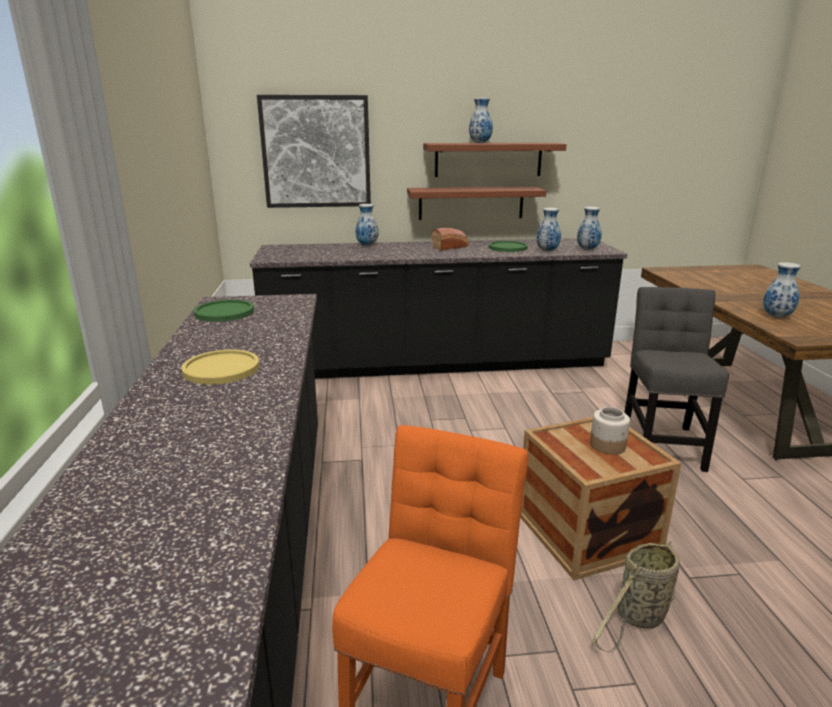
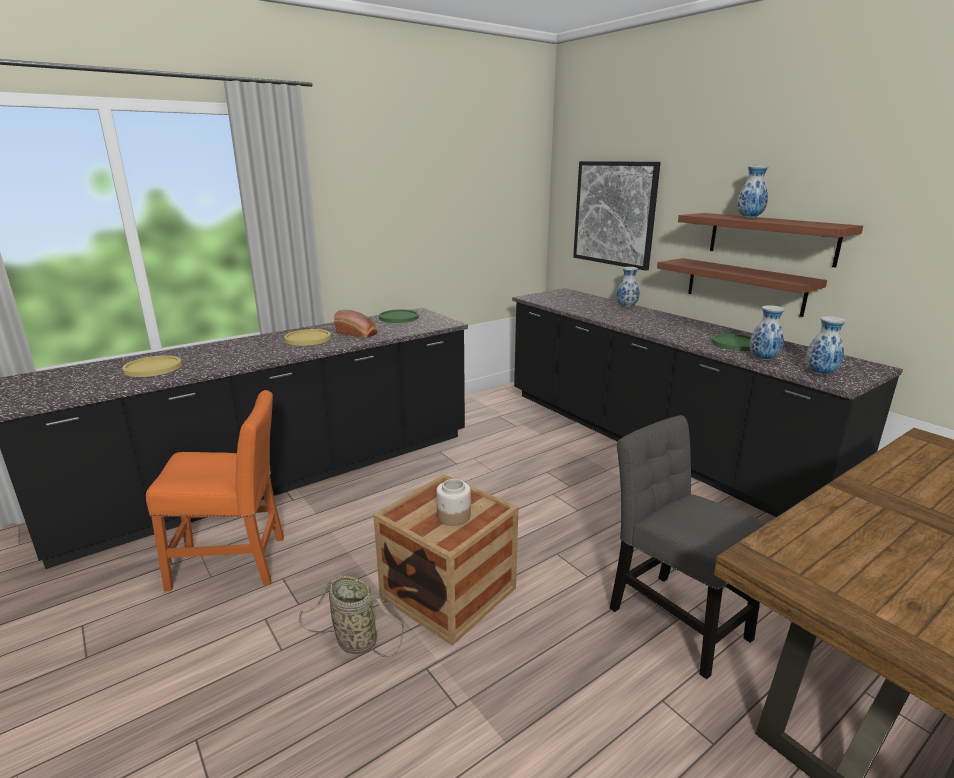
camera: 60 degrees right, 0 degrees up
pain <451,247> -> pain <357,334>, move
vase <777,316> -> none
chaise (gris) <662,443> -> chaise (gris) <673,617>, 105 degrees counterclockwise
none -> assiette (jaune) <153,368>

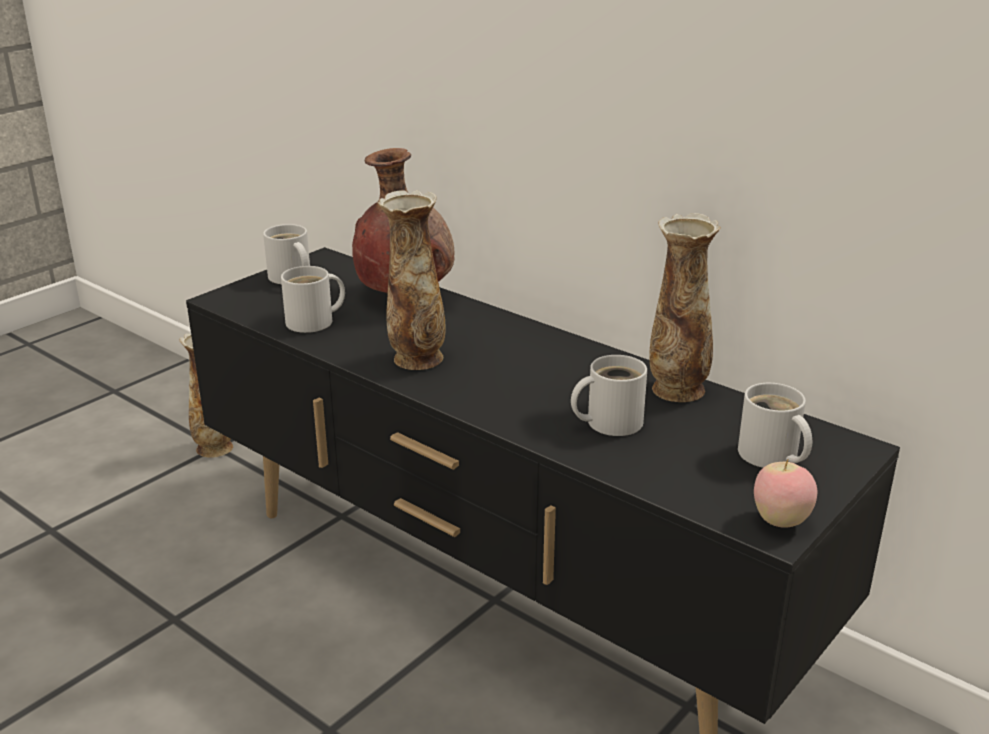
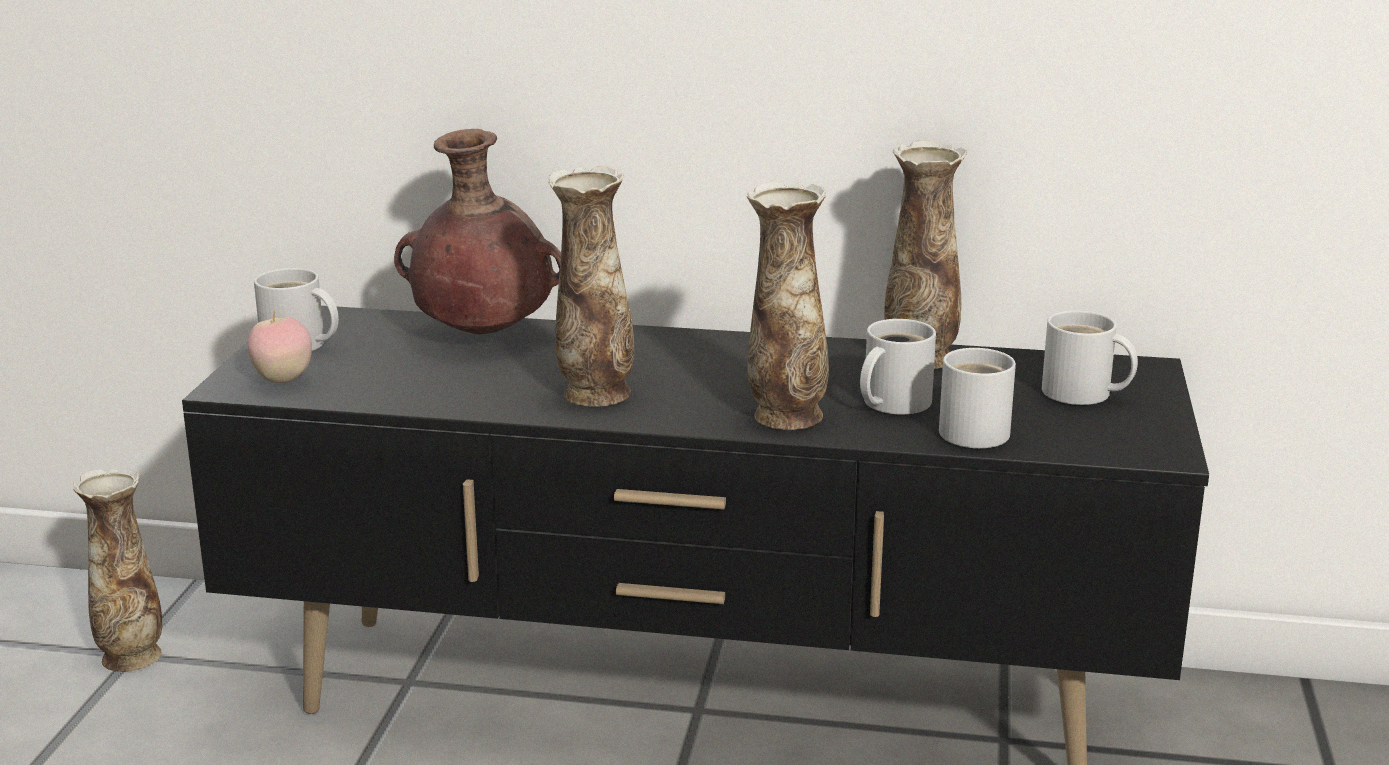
camera: 30 degrees left, 5 degrees down
mug (blanc) <314,322> -> mug (blanc) <979,431>, move
pomme <780,521> -> pomme <283,380>, move
none -> vase <785,416>

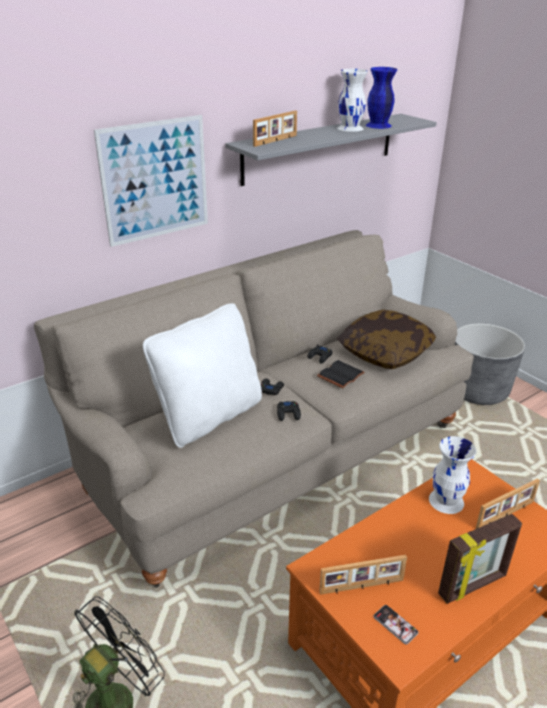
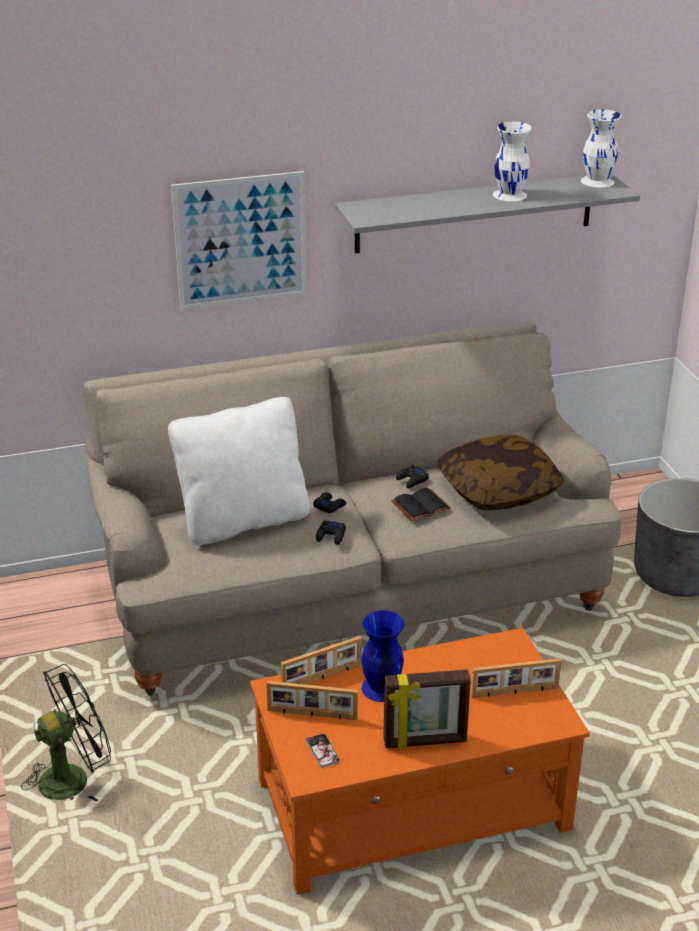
camera: 20 degrees right, 0 degrees up
vase (bleu) <378,125> -> vase (bleu) <381,688>, move
cadre photo <276,141> -> cadre photo <322,678>, move
vase (blanc) <447,501> -> vase (blanc) <597,181>, move

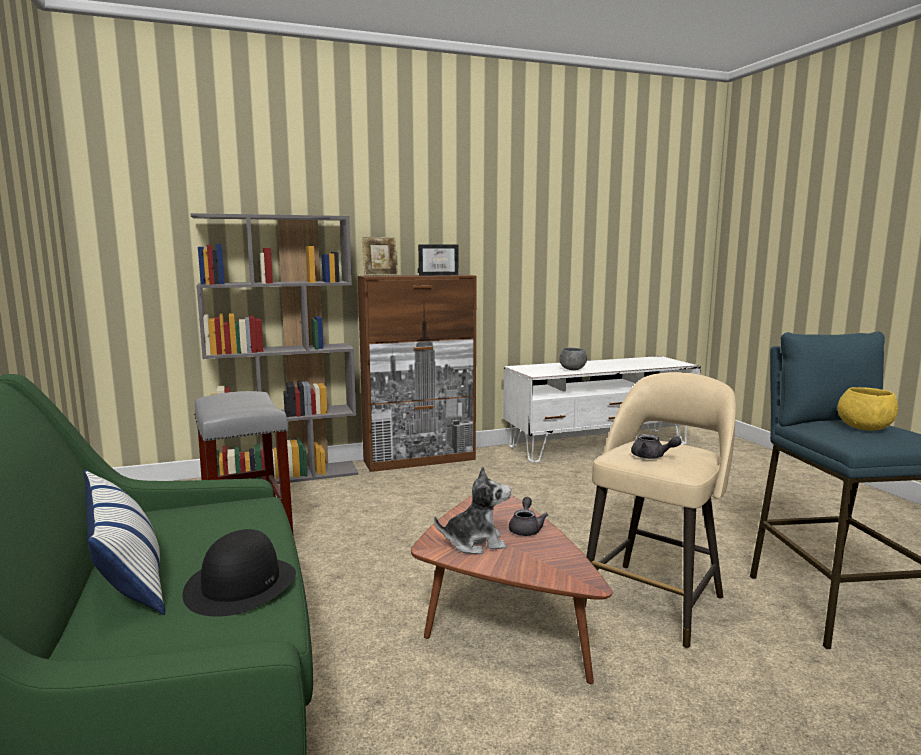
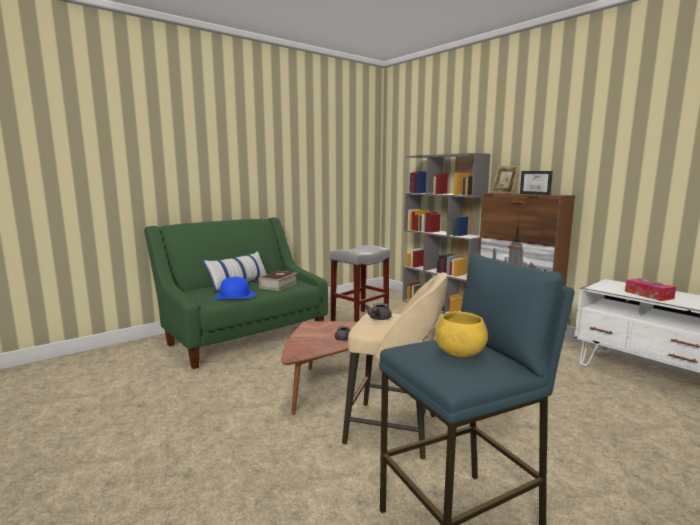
camera: 70 degrees right, 0 degrees up
bol (gris) <572,369> -> boîte à mouchoirs <648,295>
peluche <475,543> -> none
chapeau (noir) <241,584> -> chapeau (bleu) <235,295>
none -> livre <278,285>

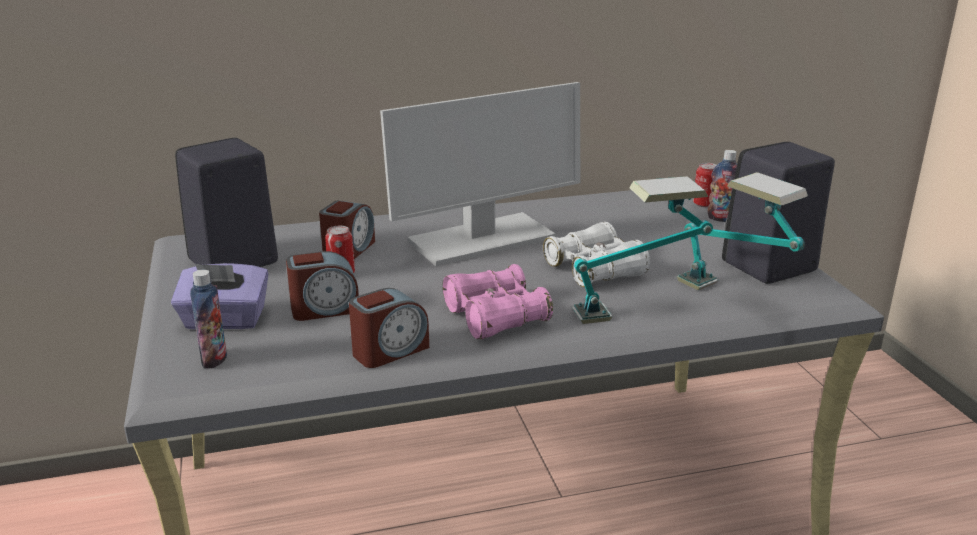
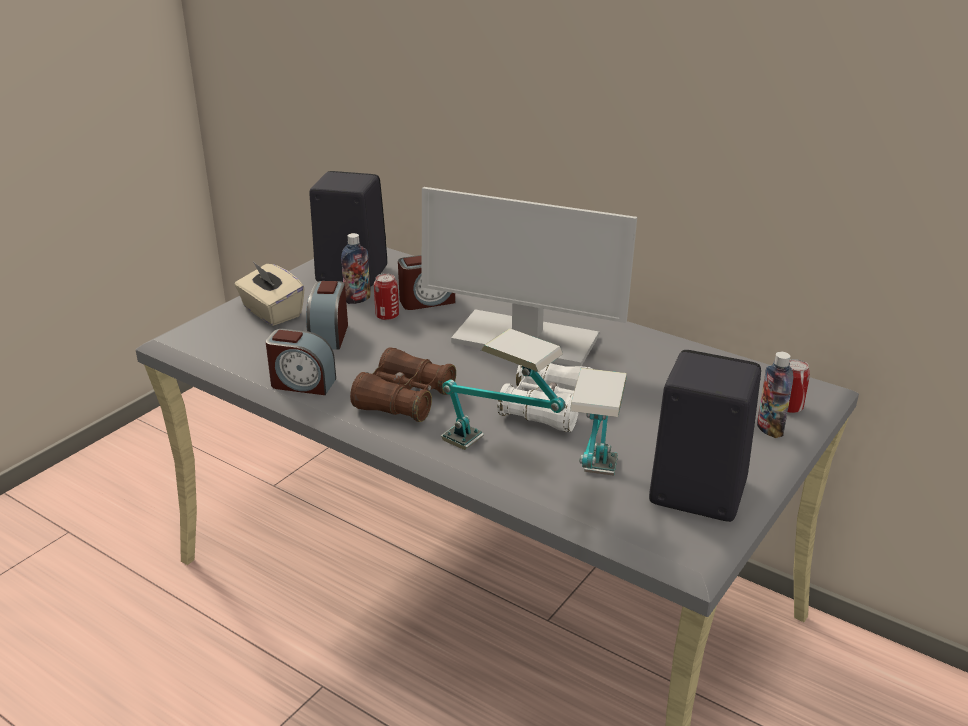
camera: 50 degrees right, 5 degrees up
réveil <325,309> -> réveil <329,335>, 60 degrees clockwise
boîte à mouchoirs (violet) <225,320> -> boîte à mouchoirs (beige) <271,312>
jumelles (rose) <495,316> -> jumelles (marron) <404,400>
bouteille <214,359> -> bouteille <357,299>, move

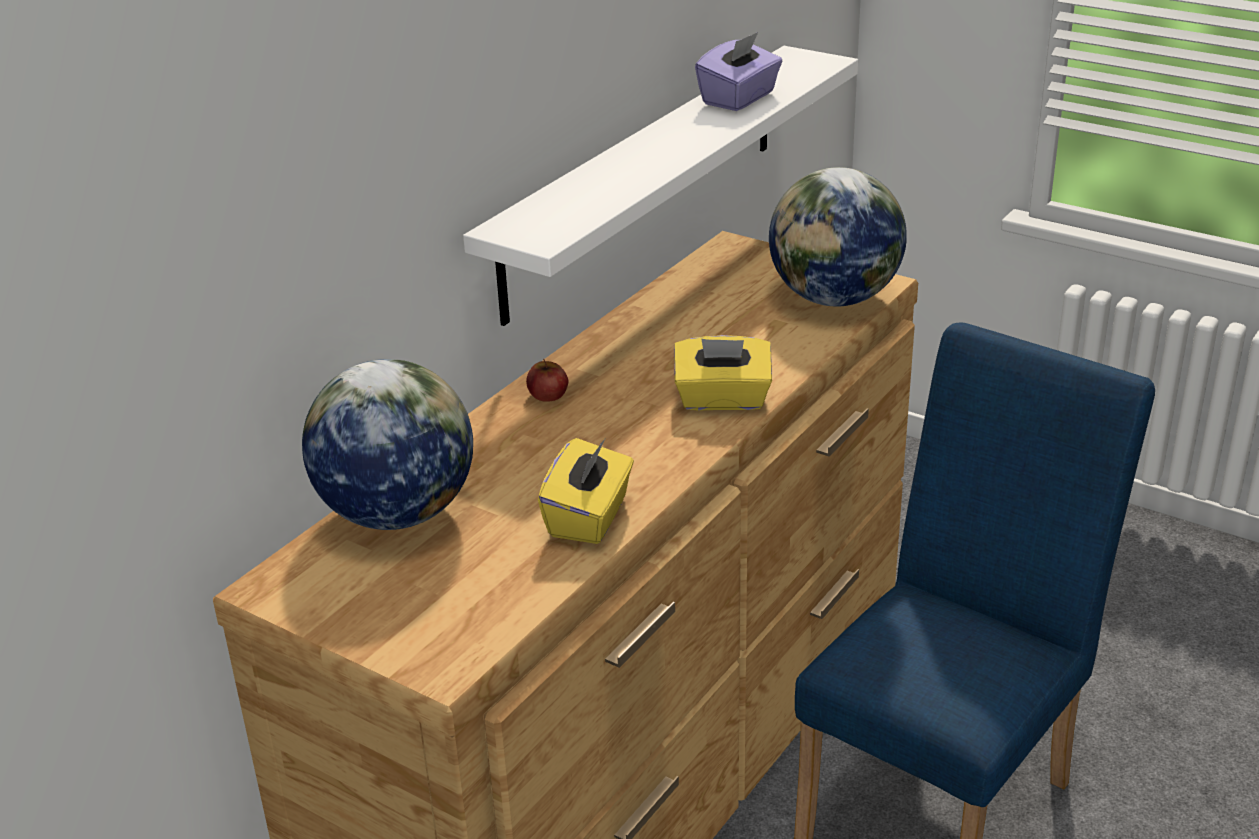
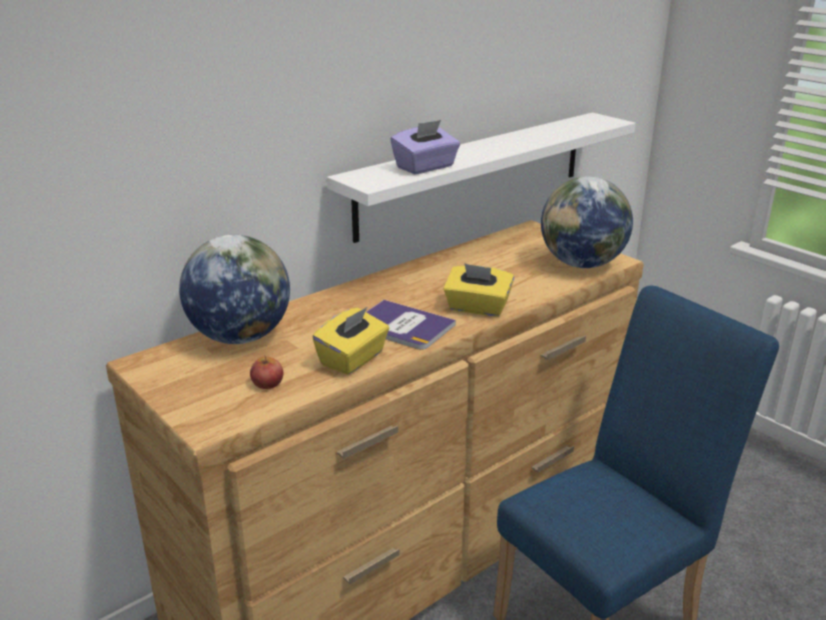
camera: 15 degrees right, 5 degrees down
boîte à mouchoirs (violet) <739,98> -> boîte à mouchoirs (violet) <425,167>, move
pomme <548,394> -> pomme <267,383>, move
none -> livre <402,326>

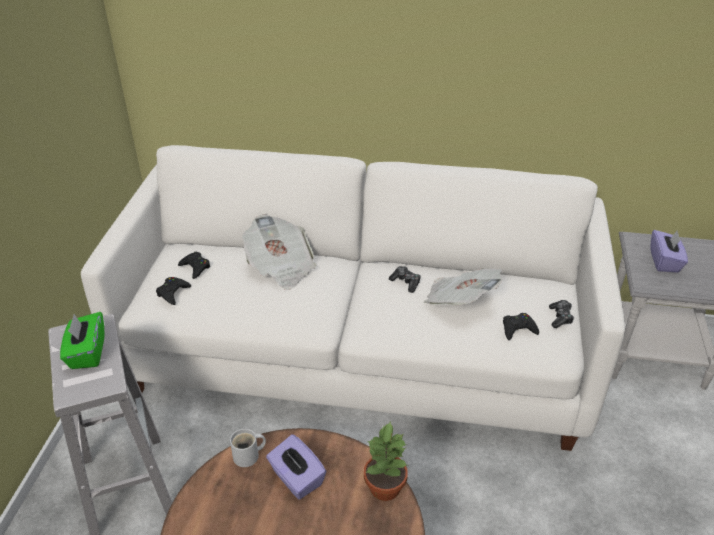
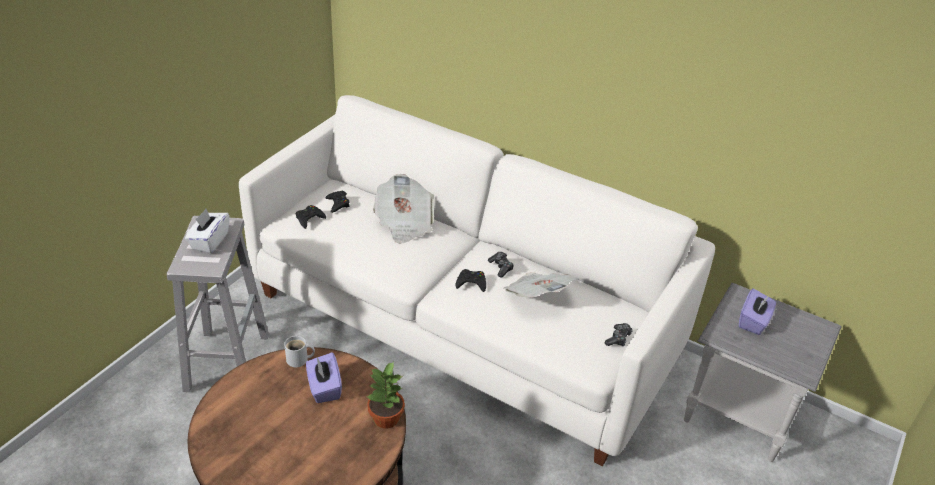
camera: 20 degrees right, 0 degrees up
boîte à mouchoirs (vert) <87,353> -> boîte à mouchoirs (blanc) <209,241>
manette (noir) <518,329> -> manette (noir) <471,283>, move

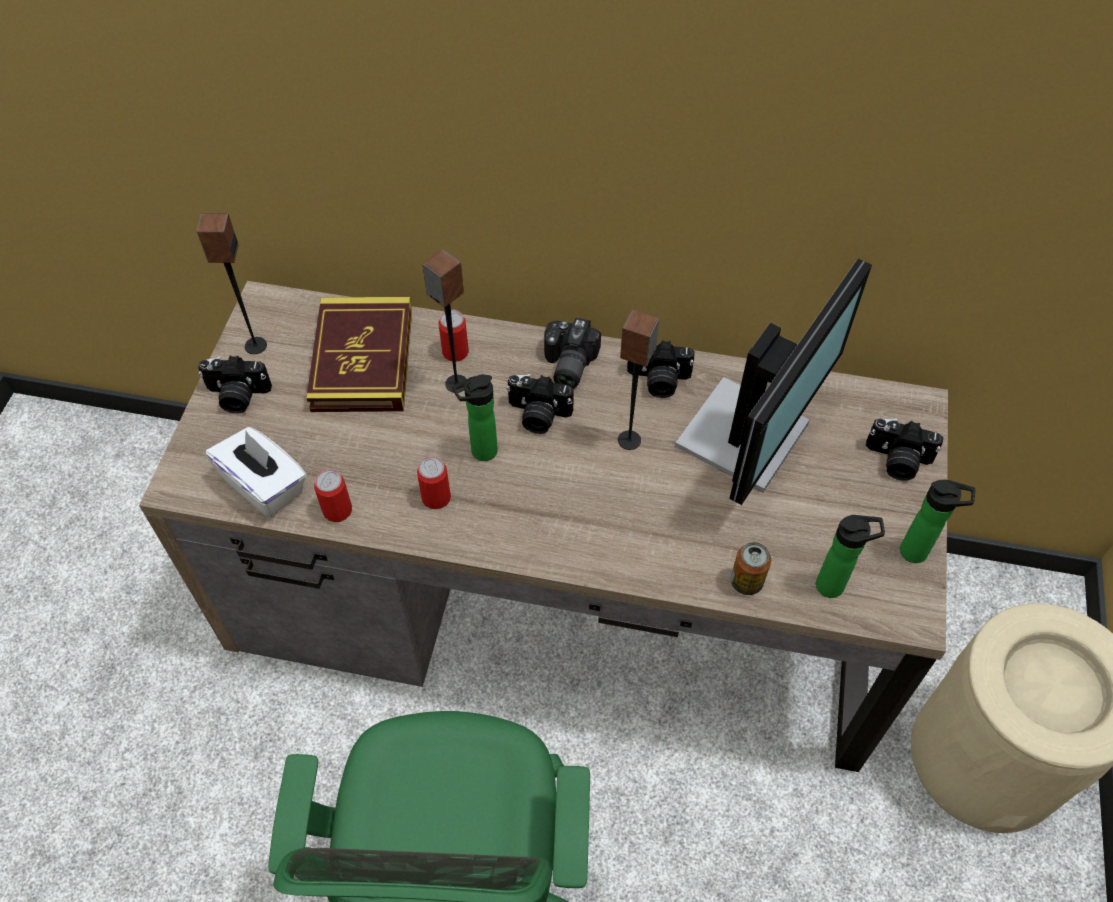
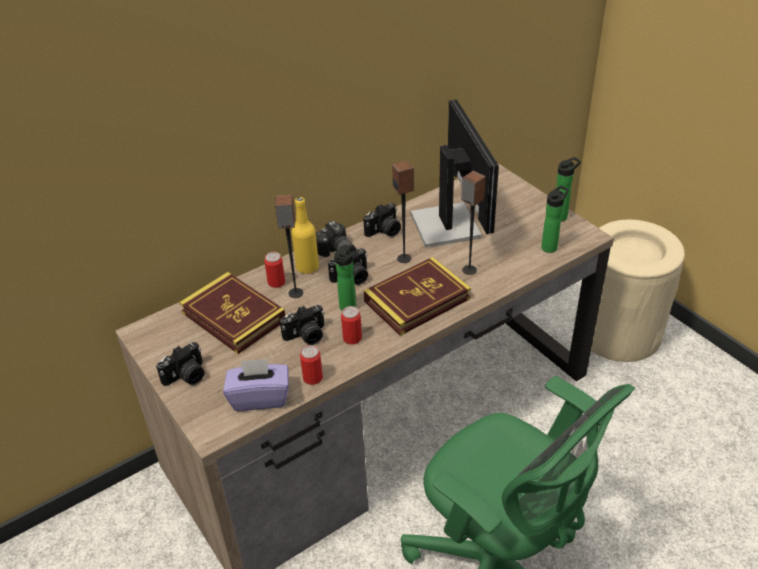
camera: 45 degrees left, 15 degrees down
enceinte <255,345> -> enceinte <469,270>, move
appareil photo <897,461> -> appareil photo <306,336>, move
boîte à mouchoirs (blanc) <265,485> -> boîte à mouchoirs (violet) <260,397>
boîte métallique <746,582> -> none
none -> bouteille (jaune) <307,267>
none -> livre <417,300>

